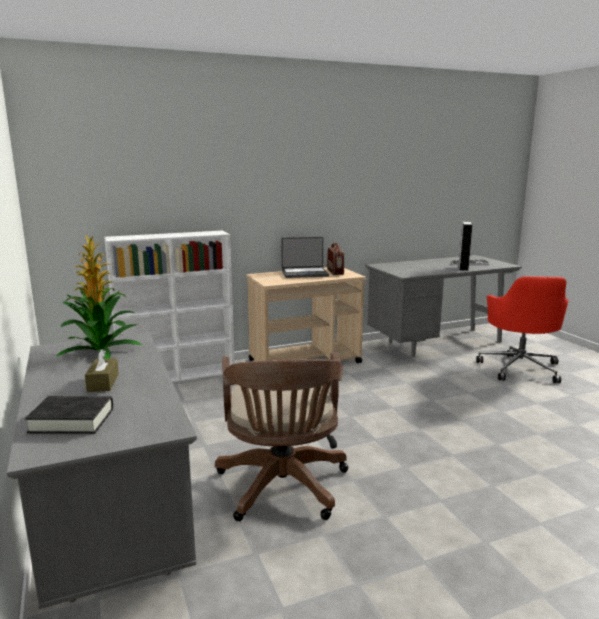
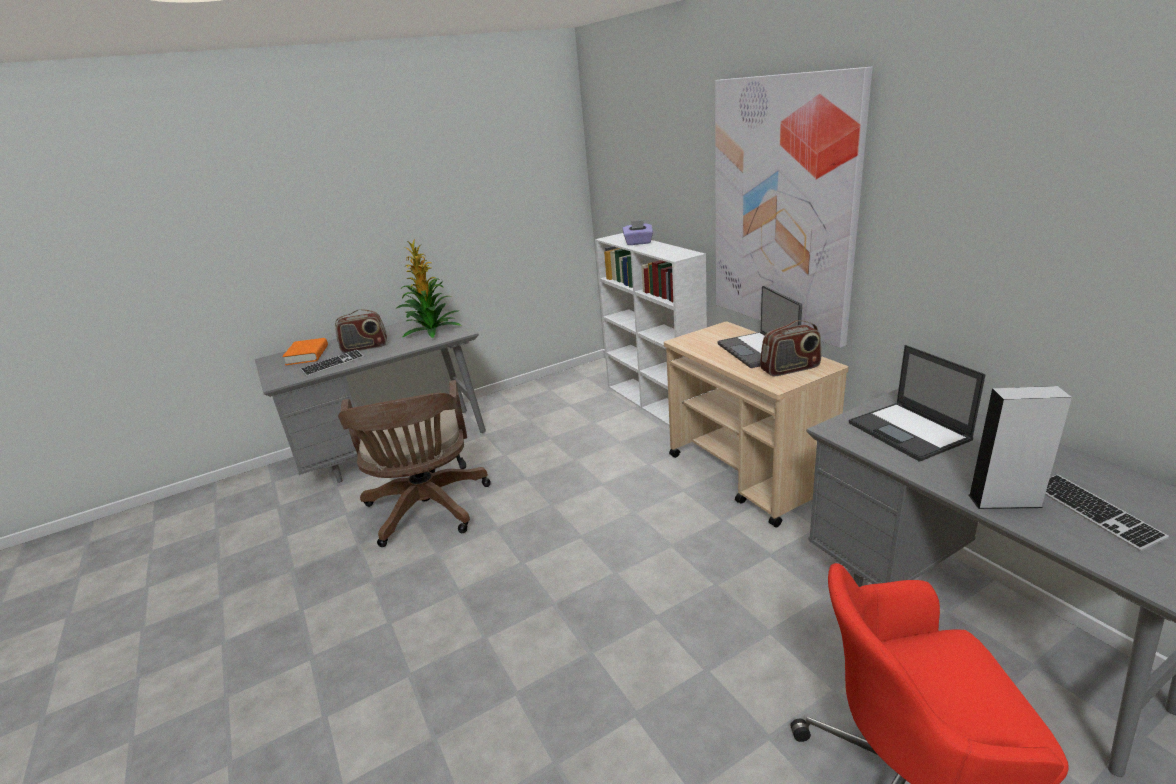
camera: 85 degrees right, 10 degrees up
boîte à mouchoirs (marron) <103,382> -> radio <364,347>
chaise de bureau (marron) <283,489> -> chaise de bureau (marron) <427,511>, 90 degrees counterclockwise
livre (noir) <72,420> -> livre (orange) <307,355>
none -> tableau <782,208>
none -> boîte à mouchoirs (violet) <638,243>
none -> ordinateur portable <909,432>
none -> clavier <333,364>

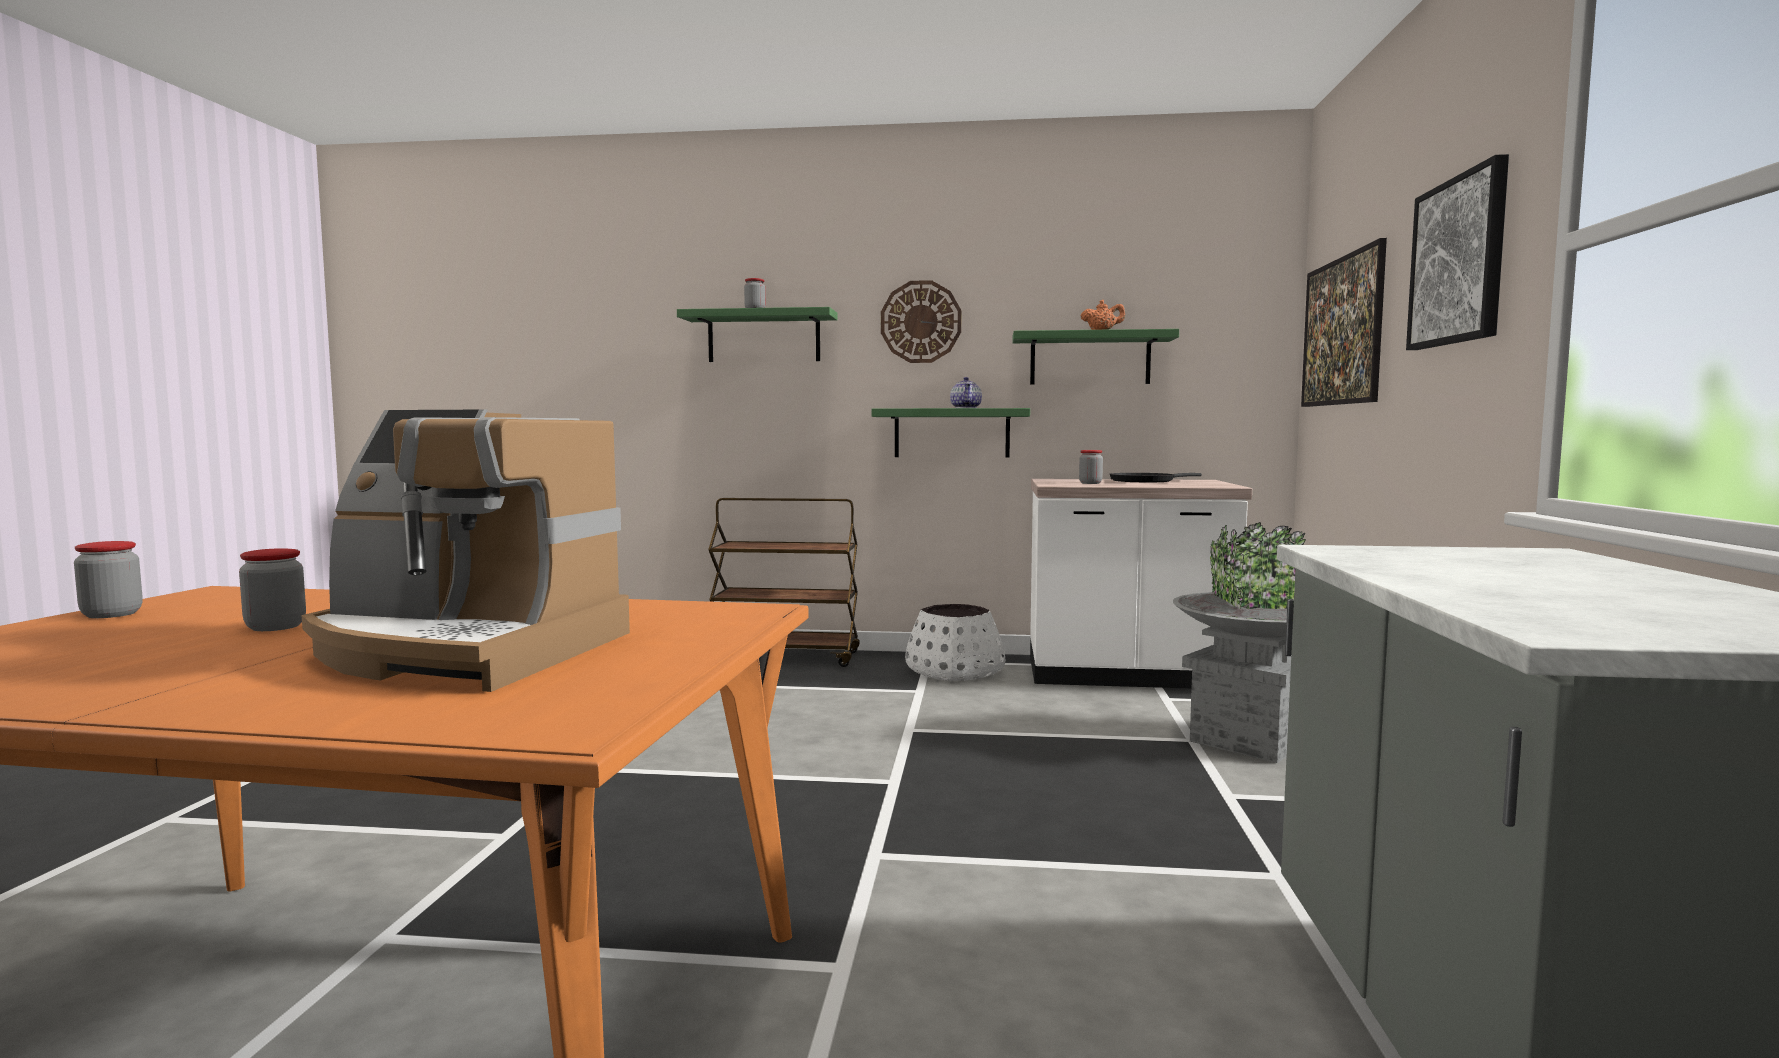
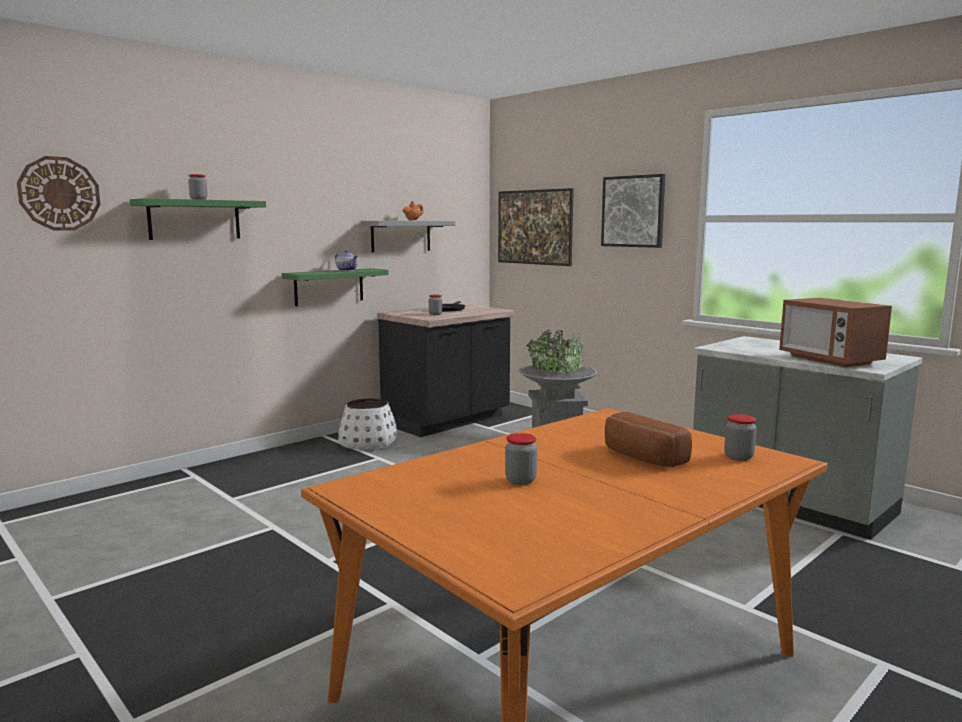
camera: 50 degrees left, 5 degrees up
horloge murale <921,322> -> horloge murale <59,193>, move
étagère (vert) <1090,359> -> étagère (gris) <401,236>
machine à café <465,651> -> pain <640,458>
comptoir de cuisine (blanc) <1126,675> -> comptoir de cuisine (noir) <447,421>
chariot (marron) <786,657> -> none
bocal <111,614> -> bocal <738,457>, move
none -> micro-ondes <829,360>

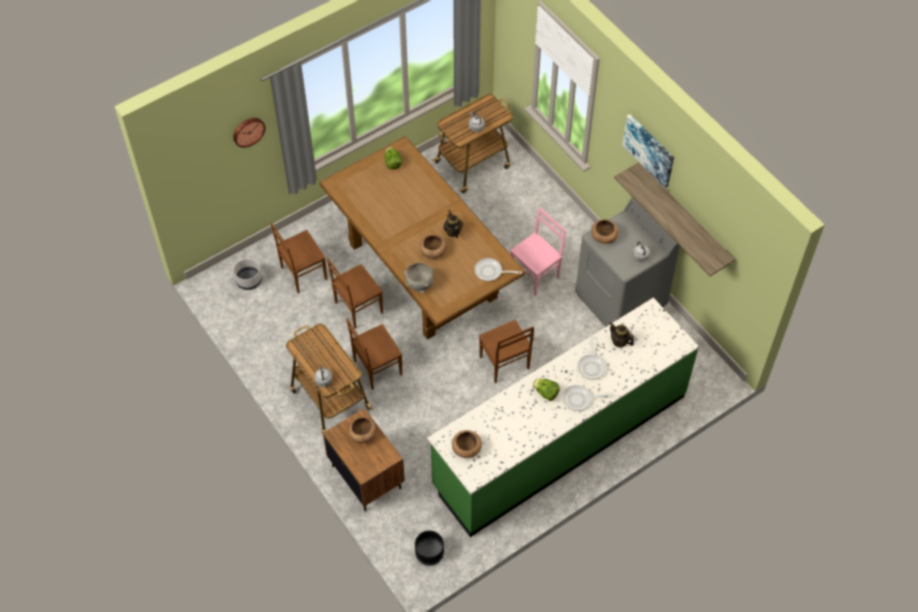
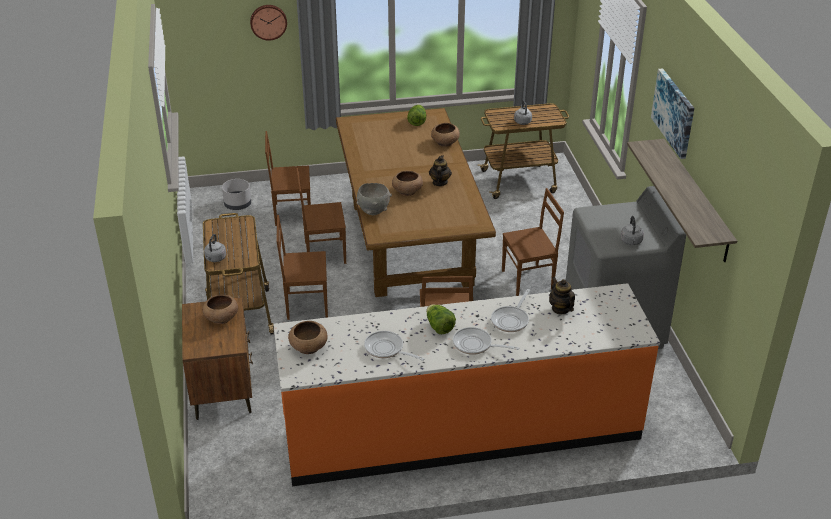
camera: 25 degrees right, 20 degrees down
chaise (rose) <535,275> -> chaise (marron) <528,280>
bol (marron) <603,237> -> bol (marron) <445,142>, move
poêle <491,272> -> poêle <387,349>, move
comptoir de cuisine (vert) <559,440> -> comptoir de cuisine (orange) <461,430>
cache-pot (noir) <429,553> -> none

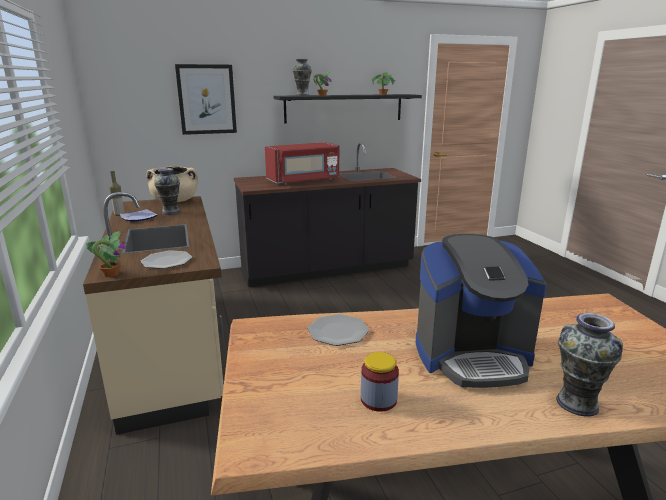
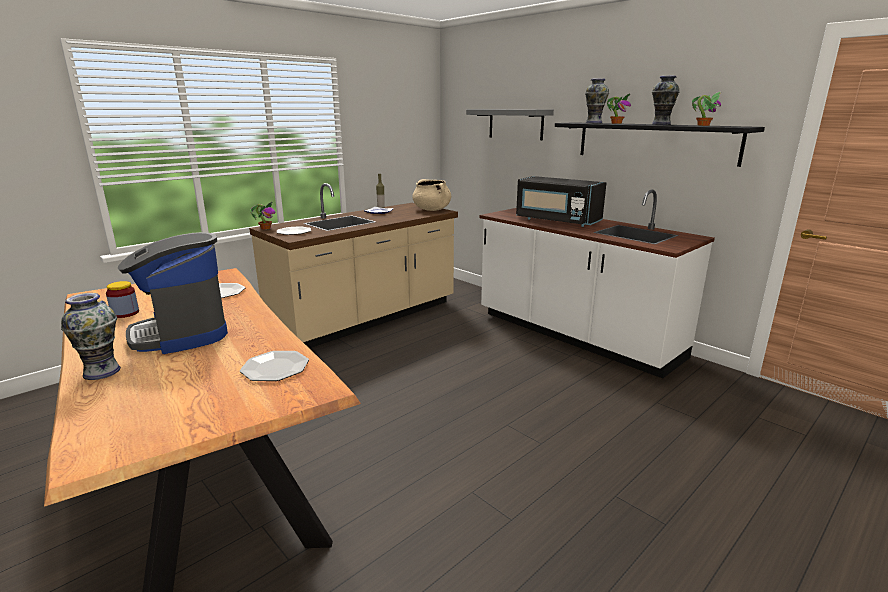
camera: 65 degrees right, 0 degrees up
tableau <206,99> -> étagère (gris) <515,124>
comptoir de cuisine (noir) <327,269> -> comptoir de cuisine (blanc) <575,335>
micro-ondes (rouge) <304,180> -> micro-ondes (noir) <556,221>
vase <171,212> -> vase <661,124>, move
none -> assiette <275,367>

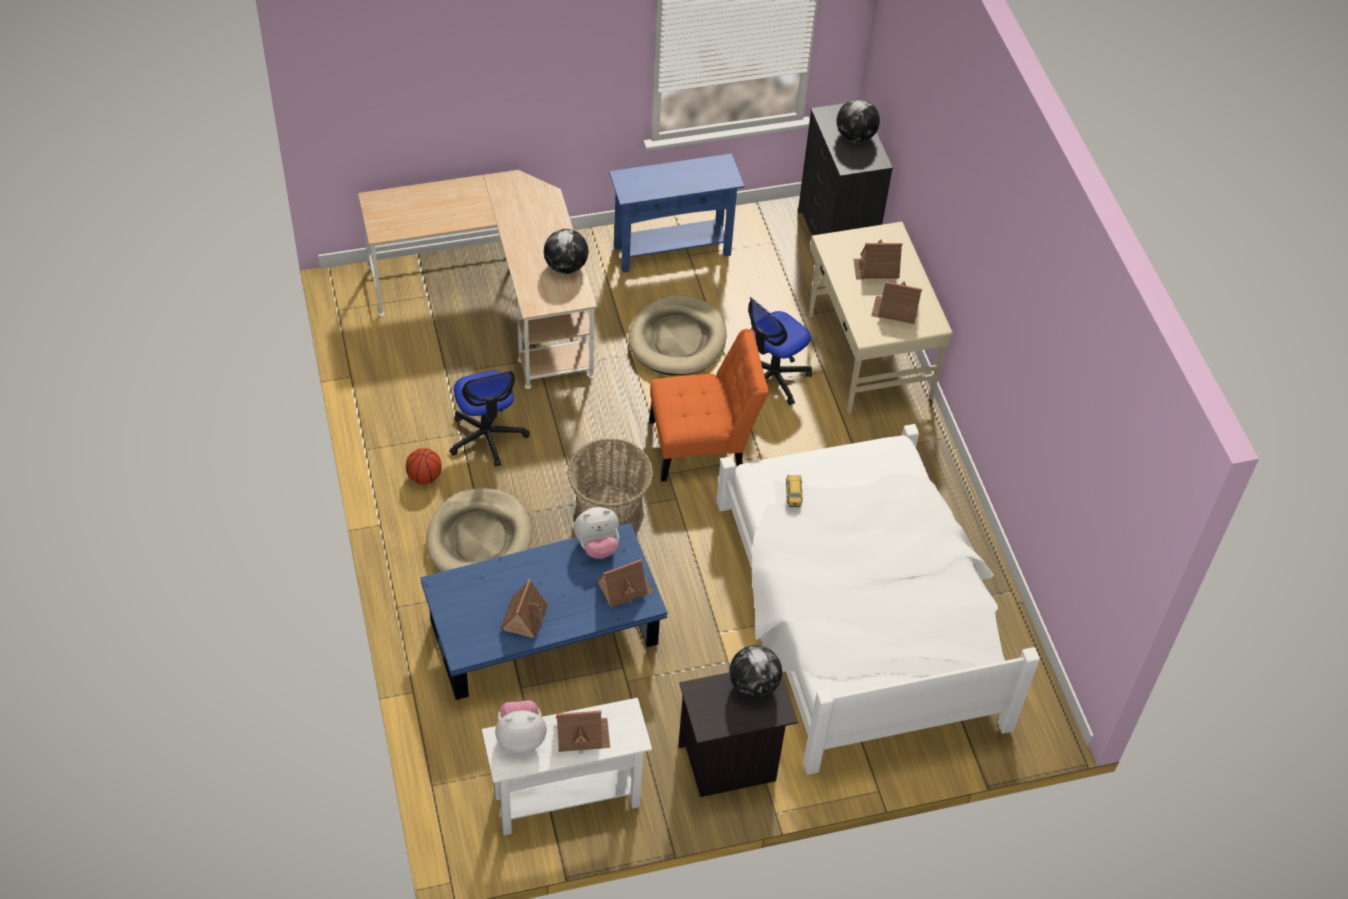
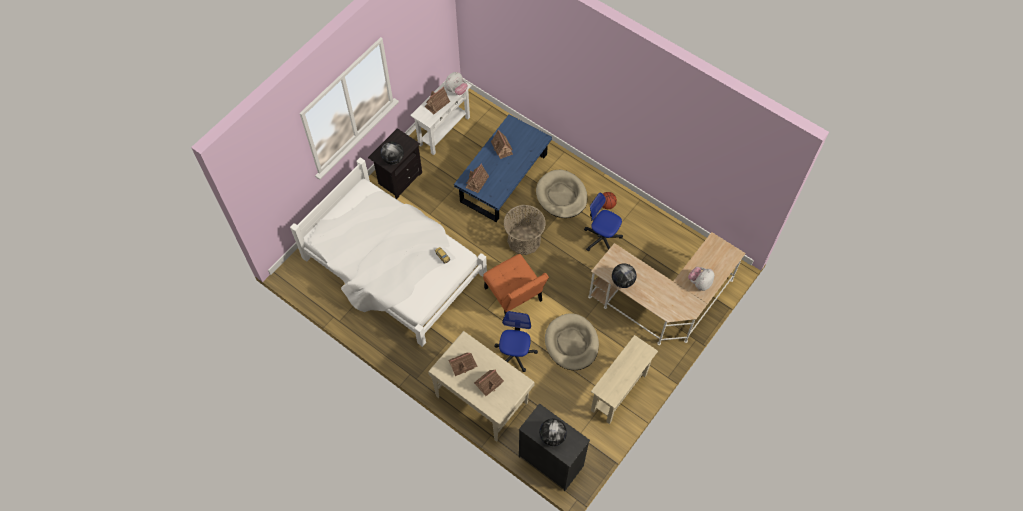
camera: 145 degrees right, 10 degrees up
table console (bleu) <672,250> -> table console (beige) <619,392>
chaise (orange) <703,446> -> chaise (orange) <514,297>, 75 degrees counterclockwise
peluche <597,546> -> peluche <699,283>, move

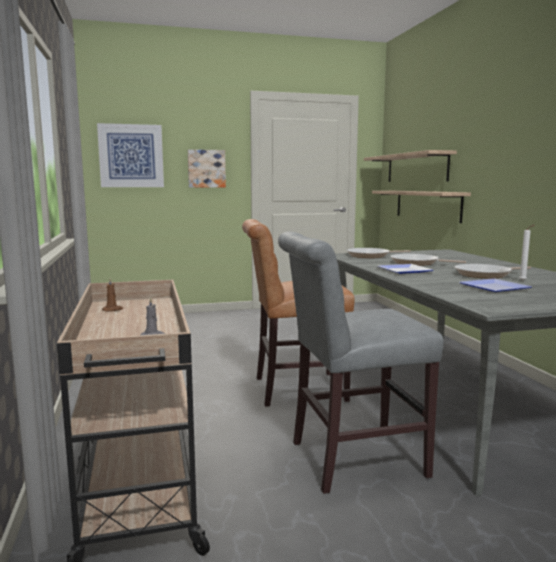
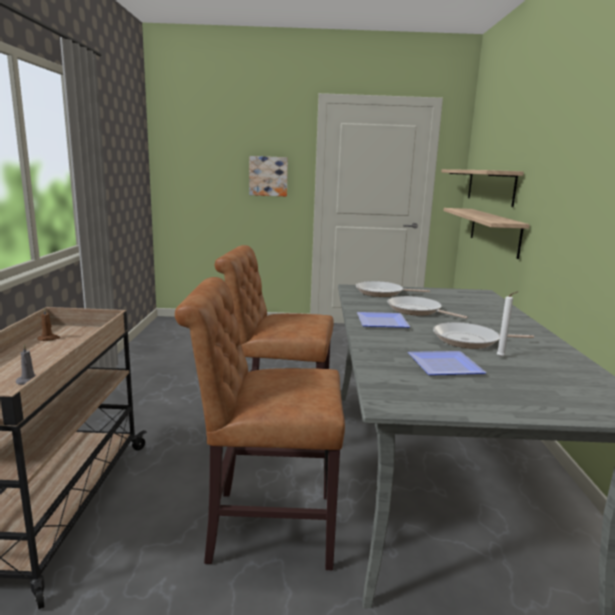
camera: 15 degrees right, 5 degrees up
tableau <131,156> -> none
chaise (gris) <350,460> -> chaise (marron) <264,527>

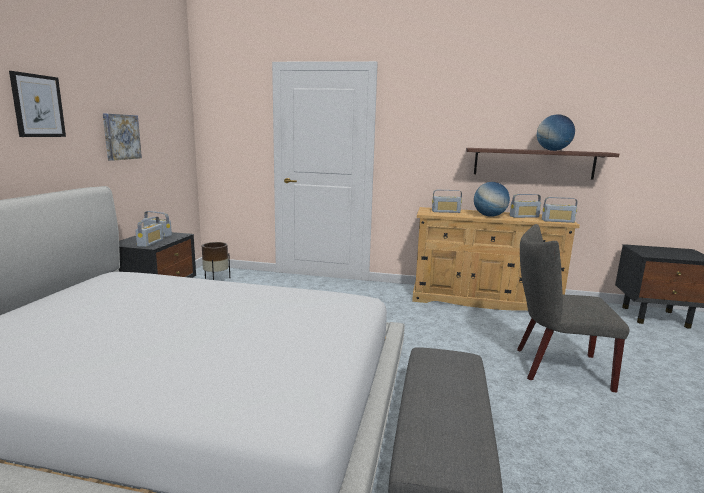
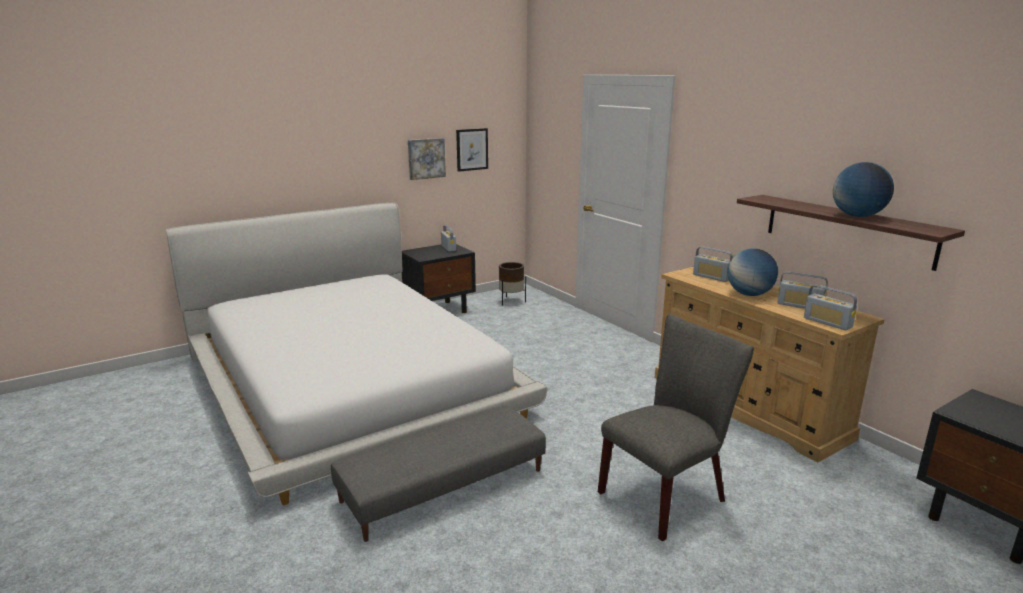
camera: 45 degrees right, 5 degrees up
tableau <38,106> -> tableau <472,149>, move
radio <150,243> -> none
chaise (gris) <555,367> -> chaise (gris) <668,494>, 90 degrees clockwise

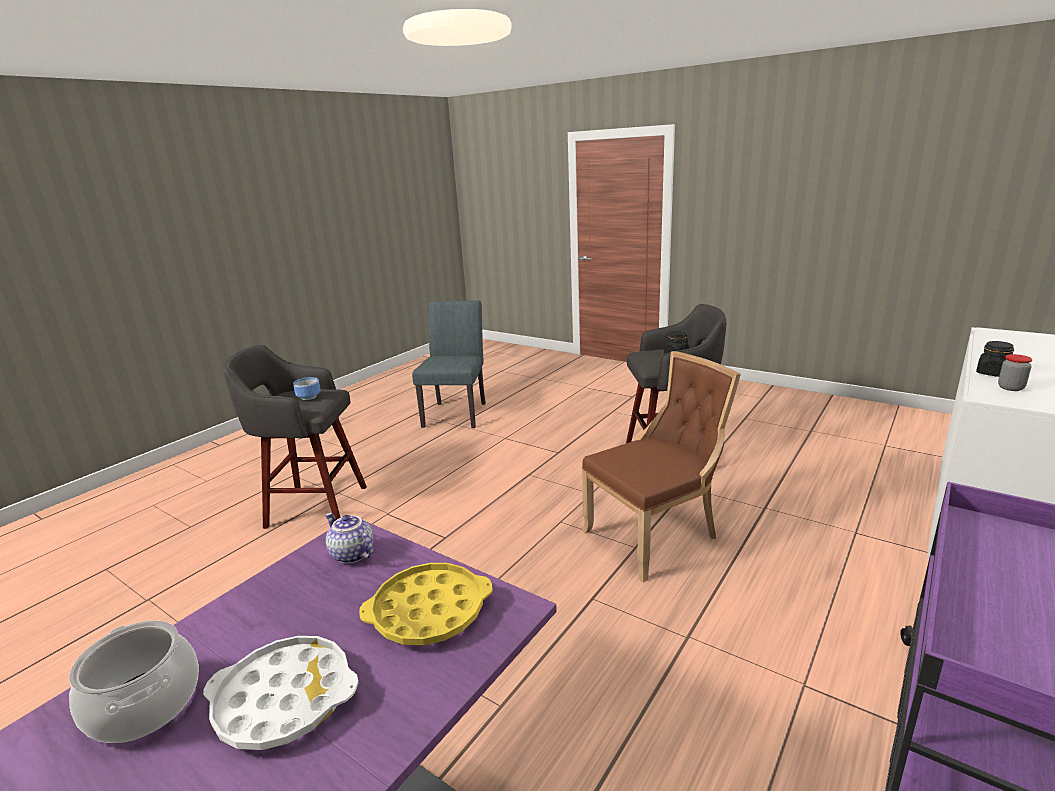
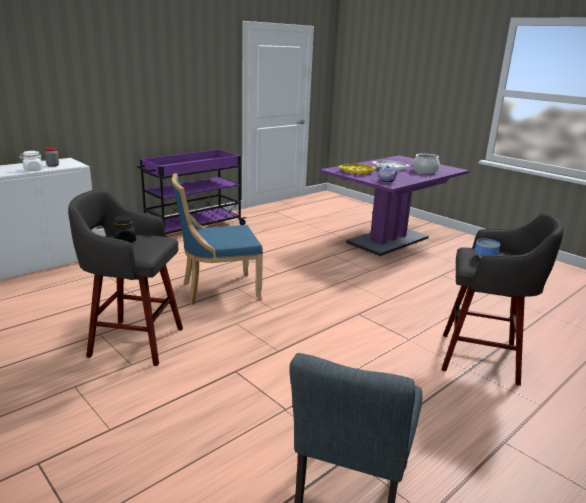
camera: 170 degrees left, 0 degrees up
bocal (noir) <992,373> -> bocal (blanc) <32,170>
chaise (marron) <656,535> -> chaise (bleu) <218,290>

